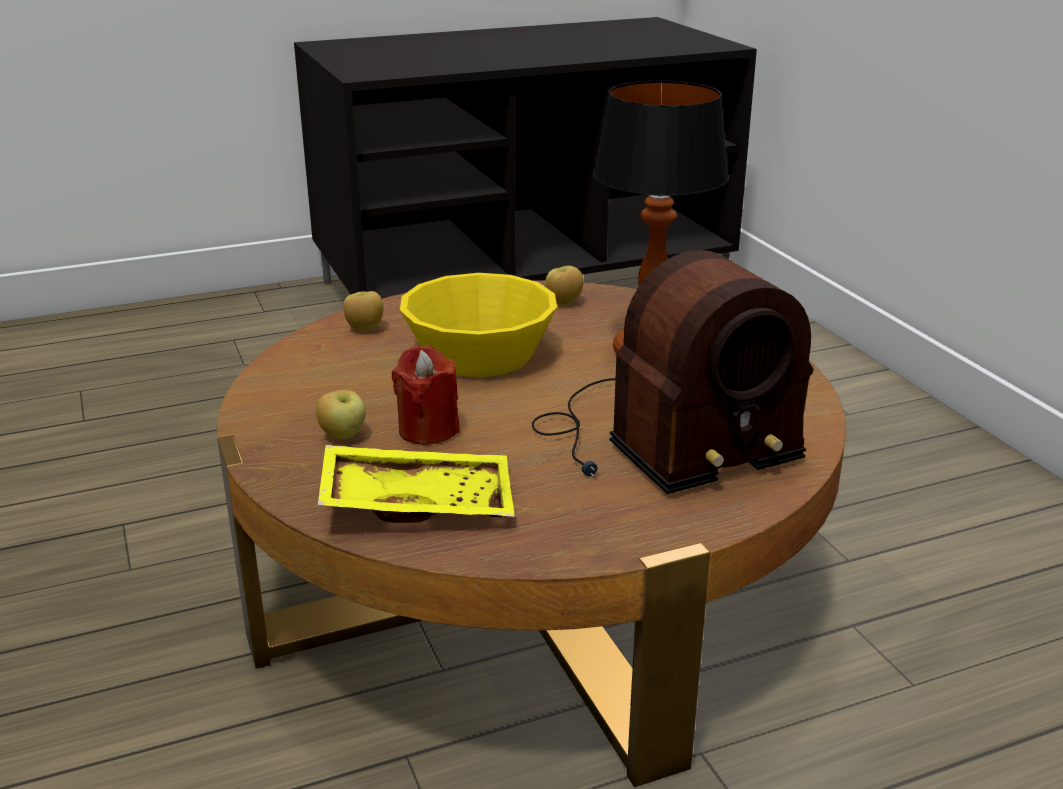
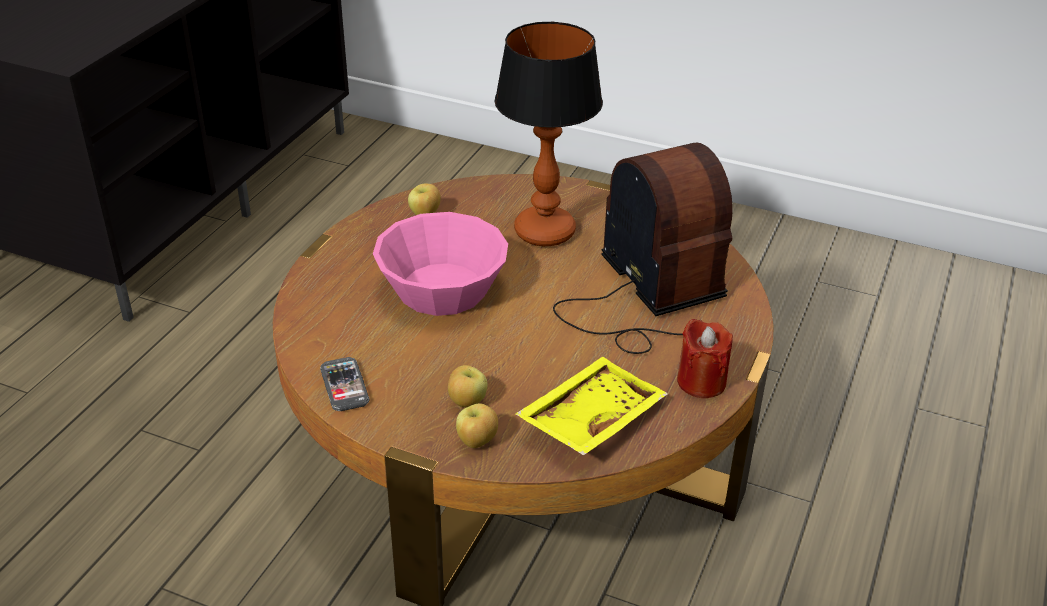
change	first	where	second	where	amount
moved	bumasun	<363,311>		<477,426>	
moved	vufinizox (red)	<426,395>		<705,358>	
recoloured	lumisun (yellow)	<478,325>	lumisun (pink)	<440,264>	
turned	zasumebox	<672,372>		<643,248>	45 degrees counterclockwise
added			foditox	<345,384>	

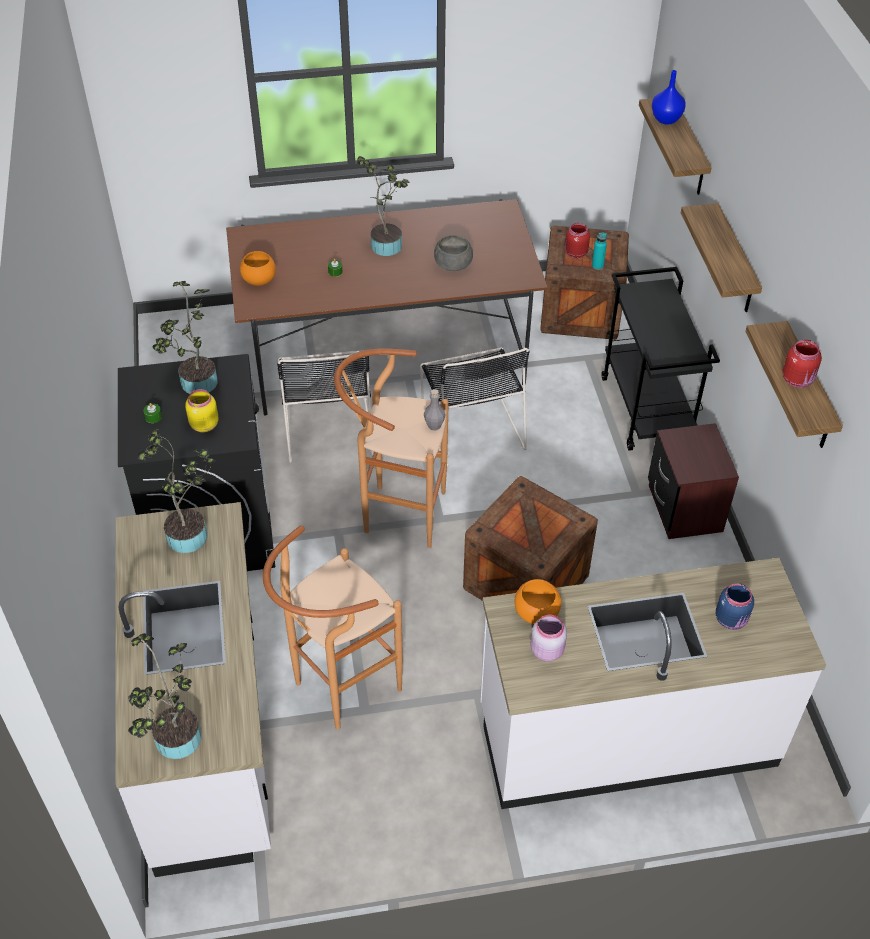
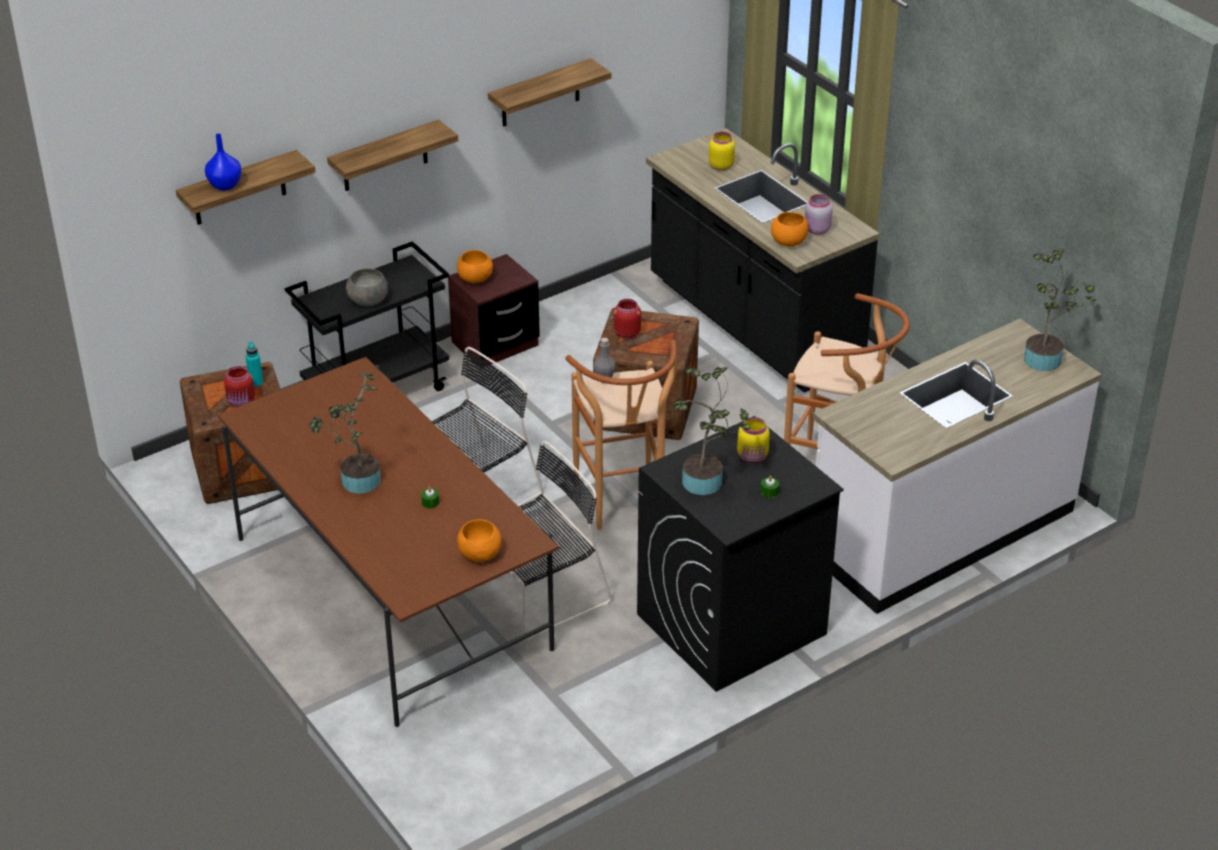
change	first	where	second	where	amount
removed	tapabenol	<176,491>			
moved	lumisun (grey)	<453,253>		<367,287>	
recoloured	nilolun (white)	<653,683>	nilolun (black)	<763,260>	
recoloured	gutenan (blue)	<735,606>	gutenan (yellow)	<722,151>	
moved	gutenan (red)	<802,364>		<627,319>	
added			lumisun (orange)	<475,266>	

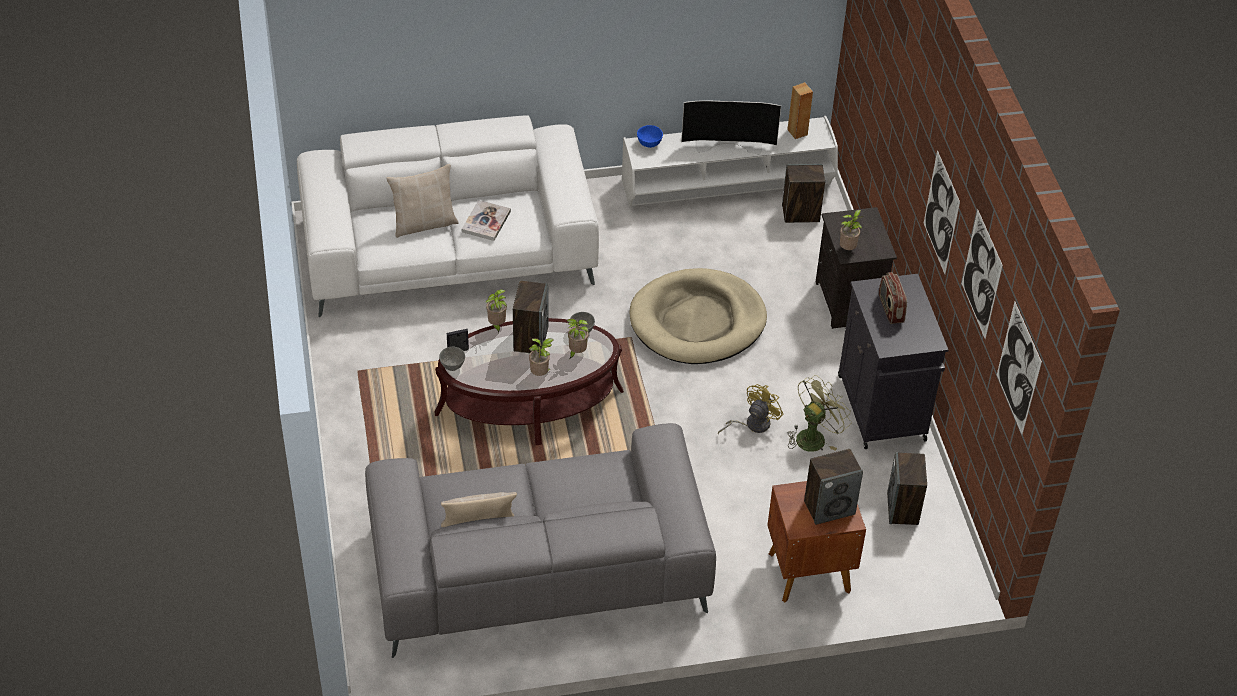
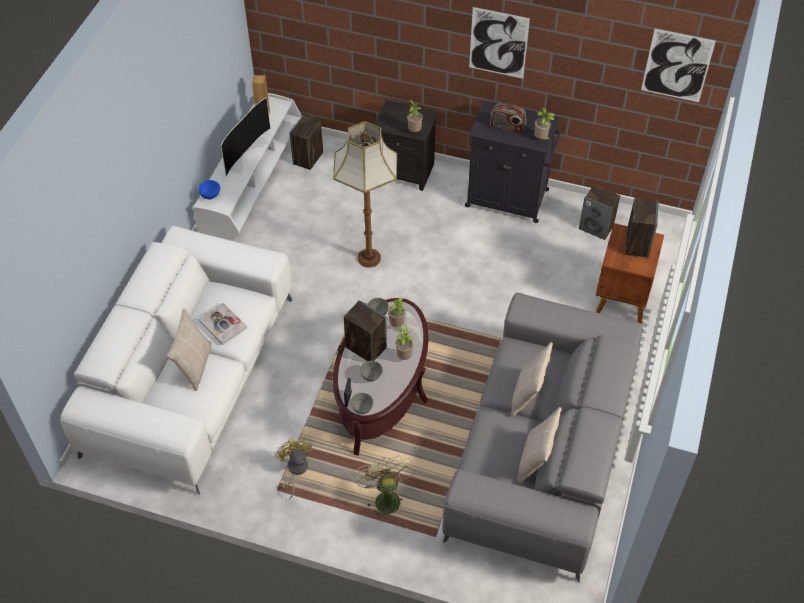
change	first	where	second	where	amount
moved	tapabenol	<496,311>		<544,124>	
replaced	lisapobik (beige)	<698,316>	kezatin	<365,194>	
moved	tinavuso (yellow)	<750,409>		<294,468>	
moved	tinavuso (green)	<819,413>		<385,487>	
removed	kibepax	<982,274>			
added			lumisun (grey)	<371,371>	
added			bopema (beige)	<532,379>	

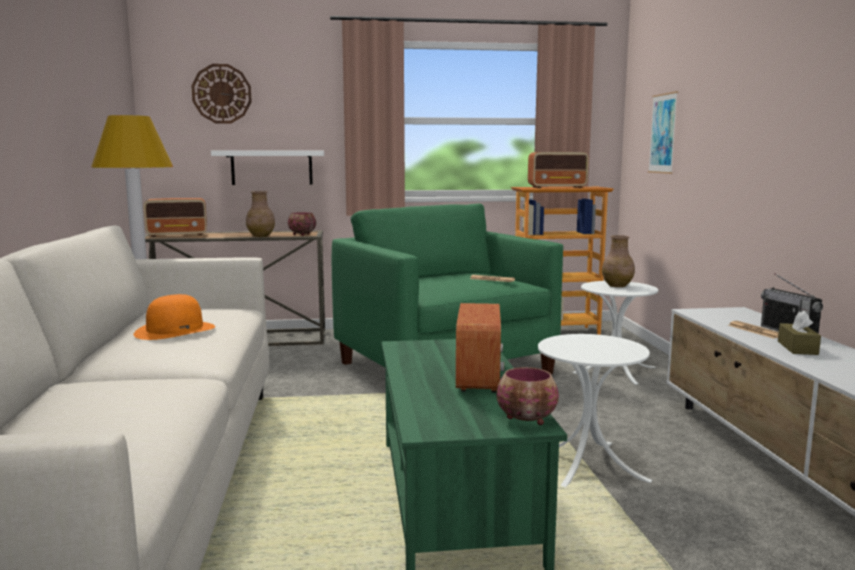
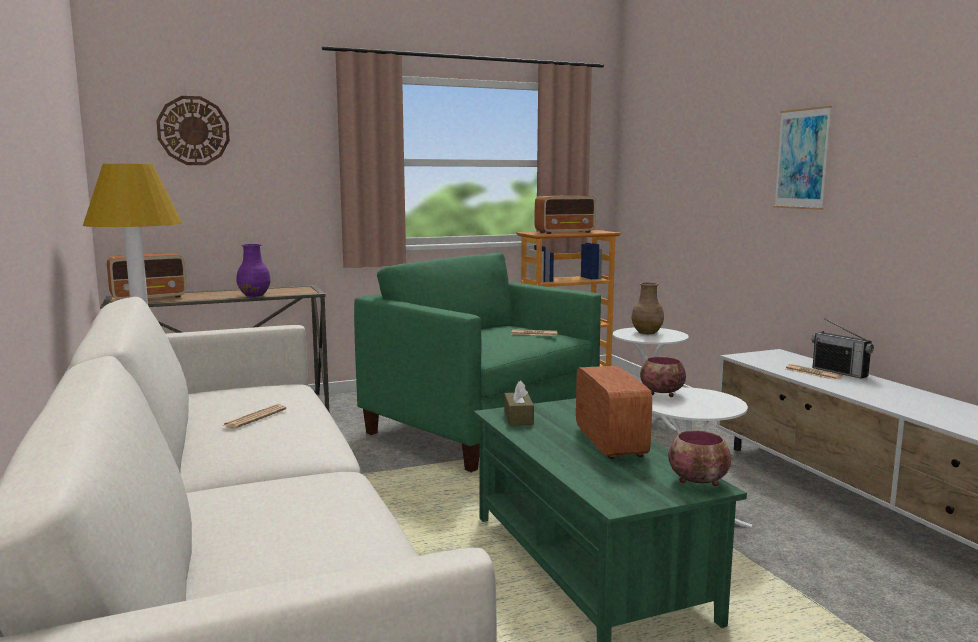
change	first	where	second	where	amount
replaced	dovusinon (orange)	<174,317>	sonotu	<254,416>	
removed	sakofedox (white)	<267,167>			
recoloured	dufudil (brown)	<260,214>	dufudil (purple)	<253,270>	
moved	lumisun	<302,224>		<663,376>	
moved	kibepax	<663,132>		<803,158>	
moved	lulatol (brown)	<799,333>		<519,403>	

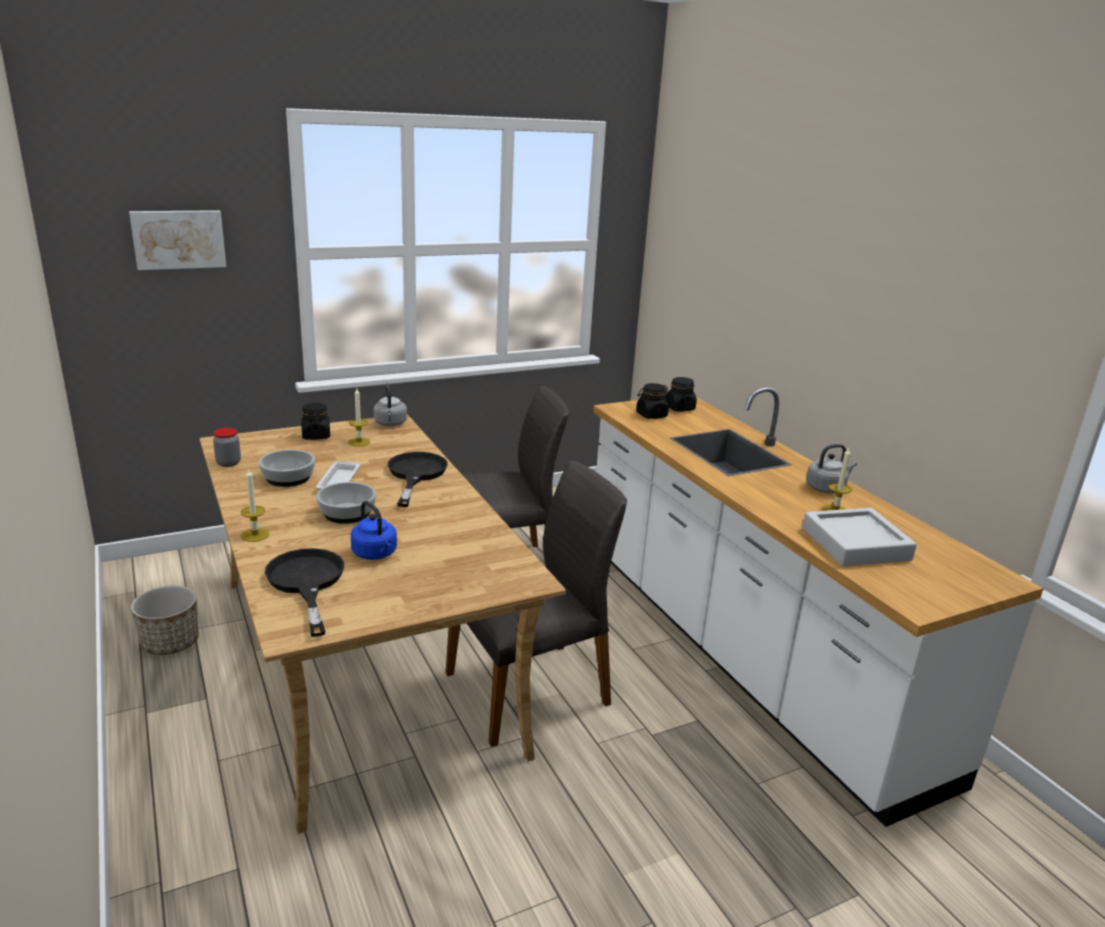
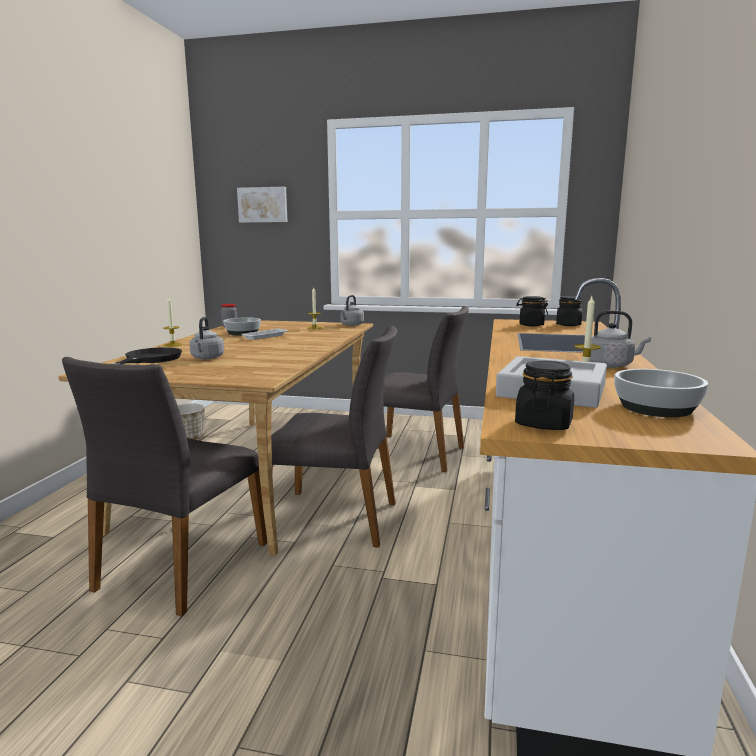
change	first	where	second	where	amount
moved	gutenan (black)	<315,421>		<544,395>	
moved	lumisun	<346,503>		<661,393>	
recoloured	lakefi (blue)	<374,530>	lakefi (grey)	<206,338>	
removed	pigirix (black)	<418,479>			
added			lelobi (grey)	<164,486>	

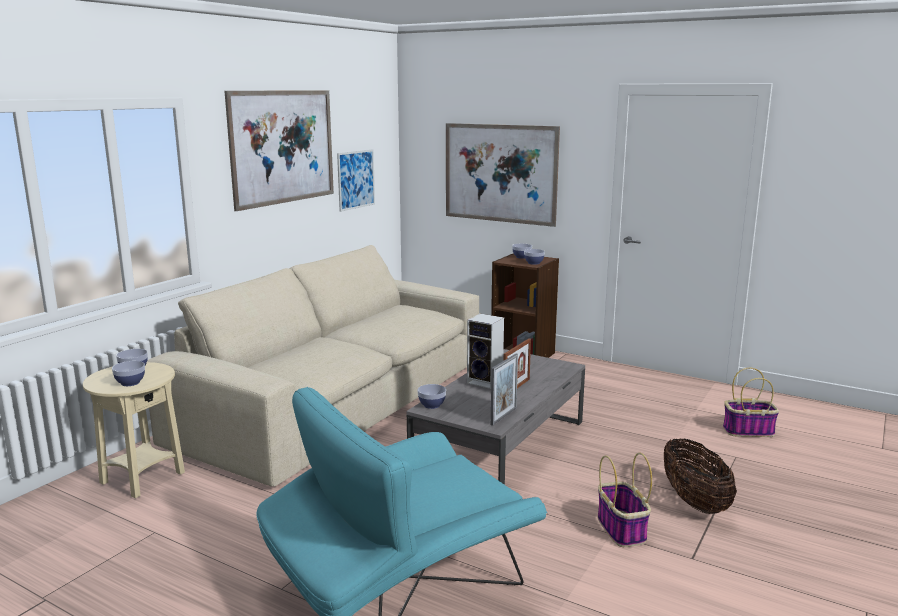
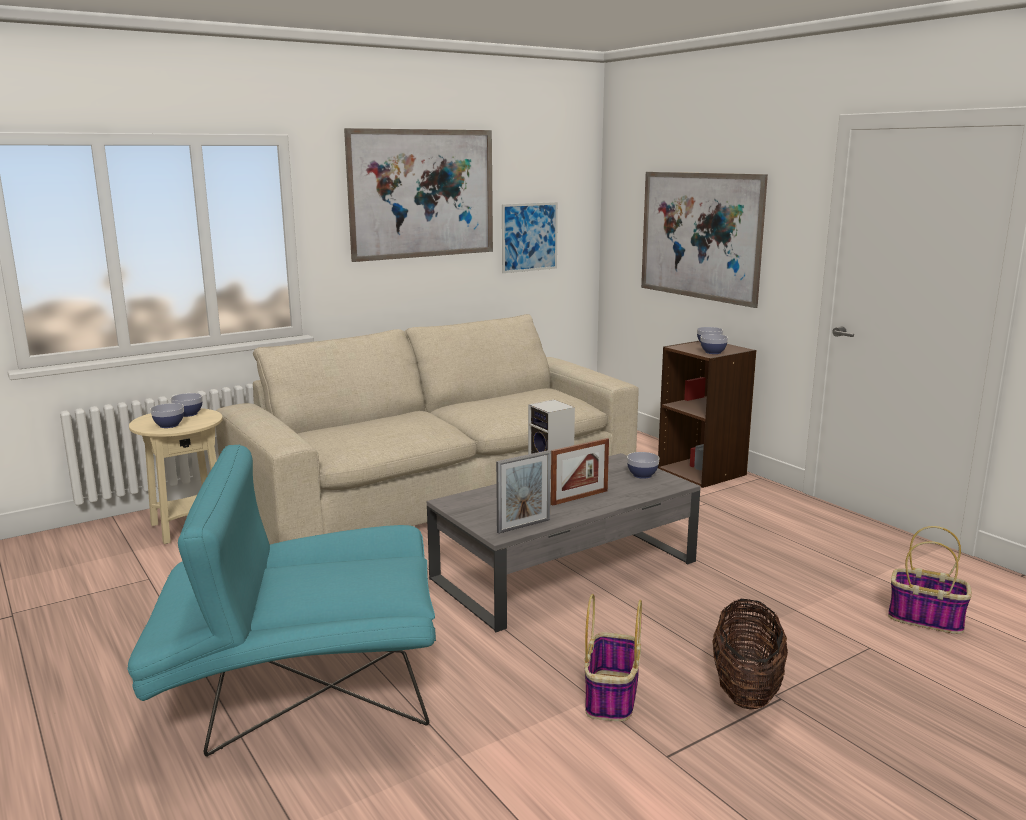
change	first	where	second	where	amount
moved	lumisun	<432,396>		<643,465>	

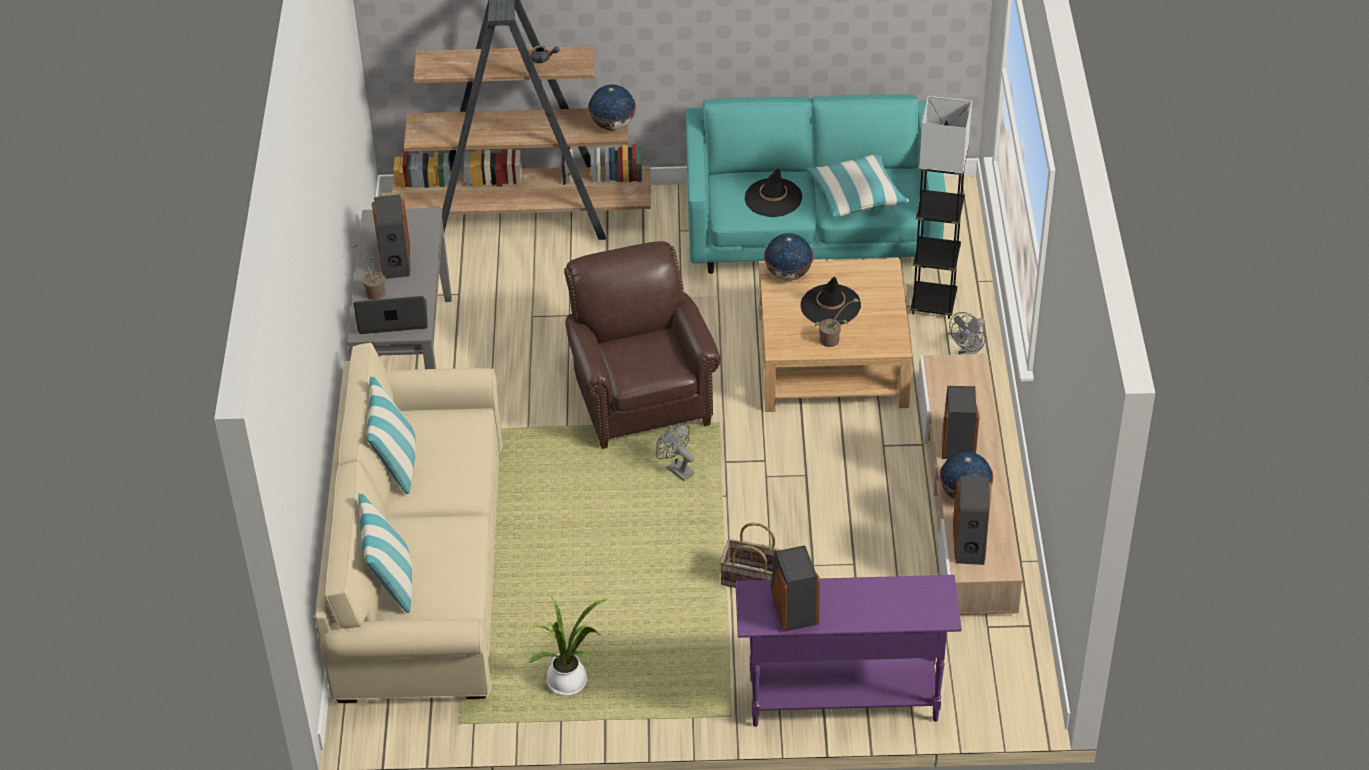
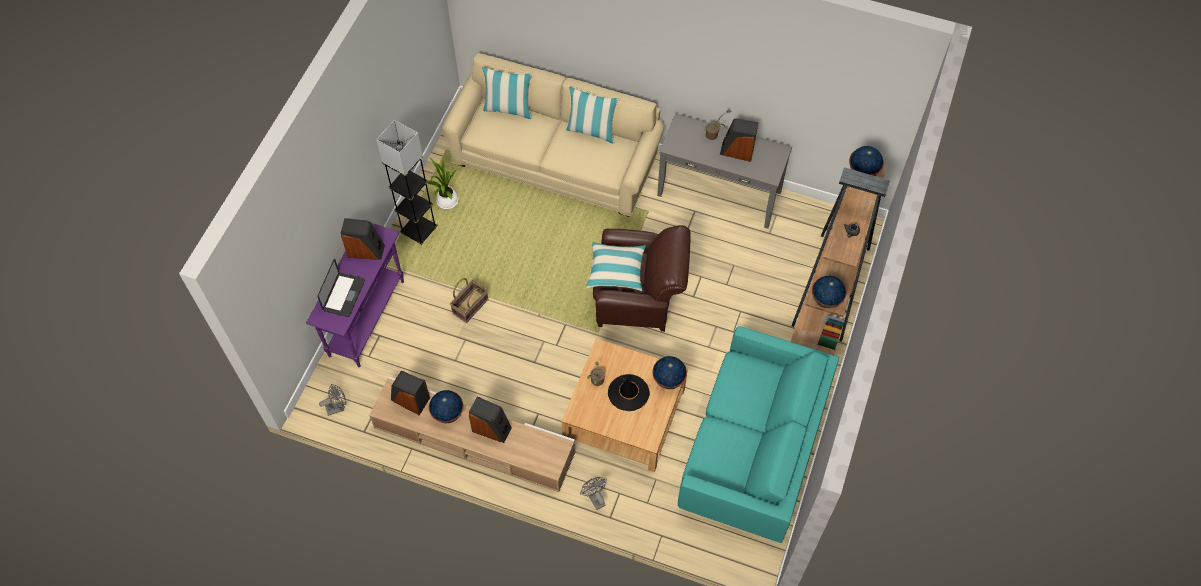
change	first	where	second	where	amount
moved	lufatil	<390,315>		<341,288>	
moved	tinavuso (grey)	<675,452>		<332,400>	
removed	dovusinon (black)	<773,192>			
moved	bopema	<857,186>		<616,266>	
moved	kezatin (grey)	<941,207>		<406,182>	
added			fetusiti	<866,161>	

